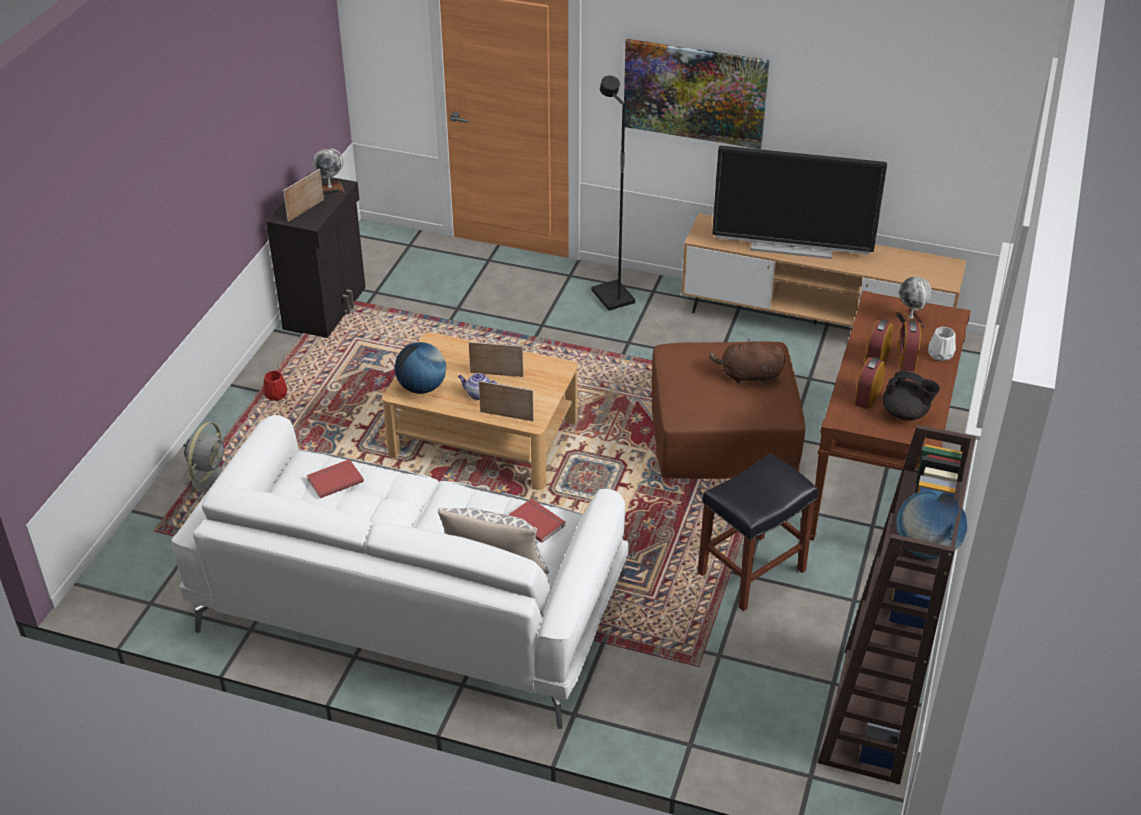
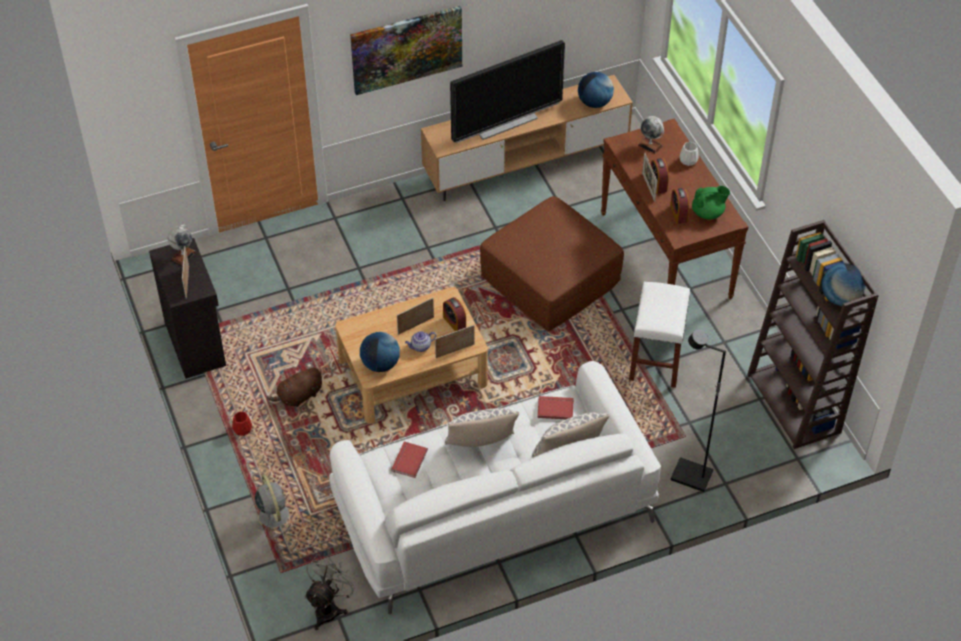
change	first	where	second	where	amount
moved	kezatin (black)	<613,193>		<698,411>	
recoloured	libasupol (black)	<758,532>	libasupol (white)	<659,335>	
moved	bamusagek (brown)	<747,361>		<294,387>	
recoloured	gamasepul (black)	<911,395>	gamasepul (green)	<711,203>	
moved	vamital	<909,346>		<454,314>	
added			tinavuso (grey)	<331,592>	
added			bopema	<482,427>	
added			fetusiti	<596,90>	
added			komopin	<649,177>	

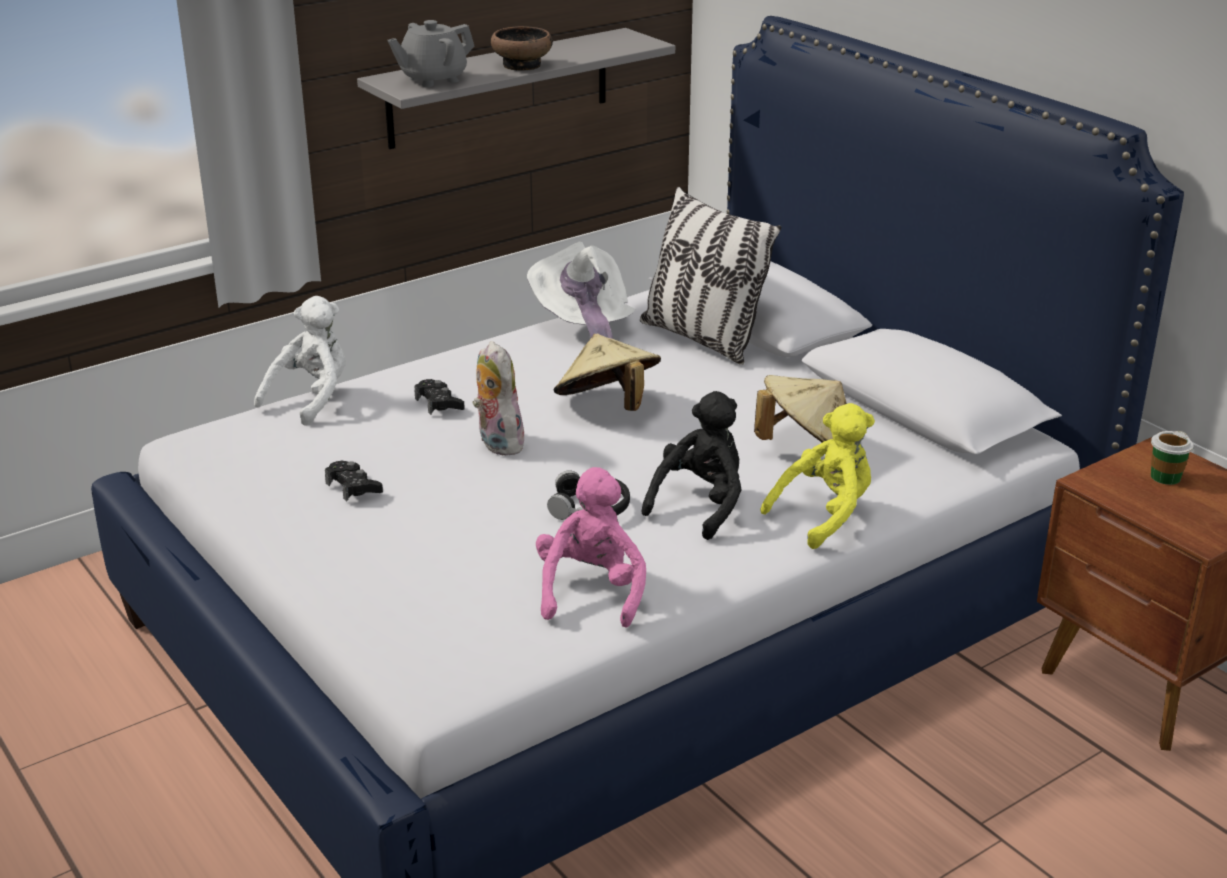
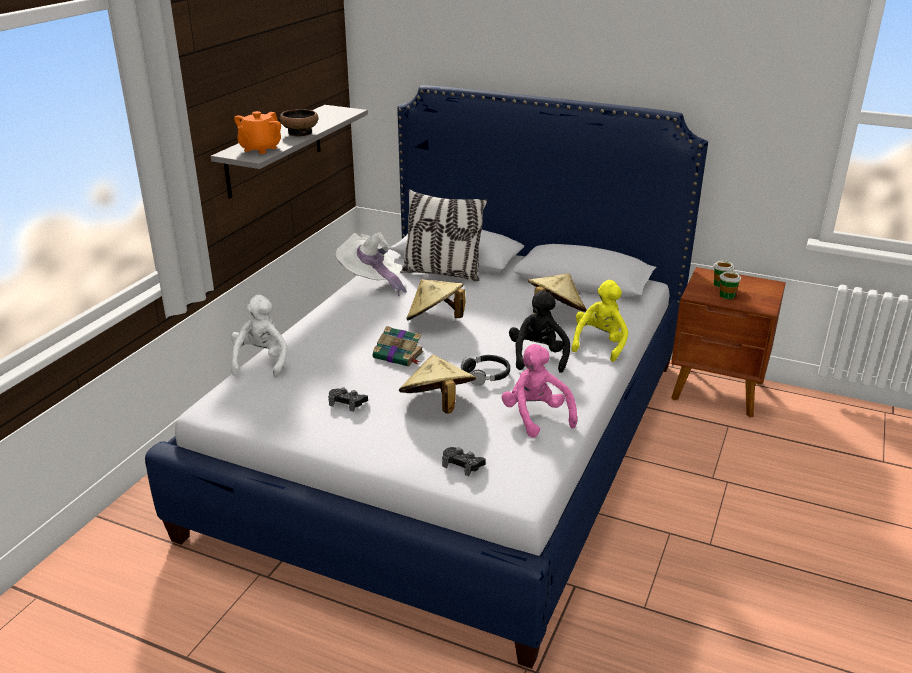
change	first	where	second	where	amount
recoloured	gamasepul (grey)	<431,53>	gamasepul (orange)	<257,132>	
moved	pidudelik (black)	<439,397>		<464,461>	
replaced	bamusagek	<499,398>	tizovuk	<398,346>	
added			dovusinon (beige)	<437,384>	
added			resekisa	<730,285>	

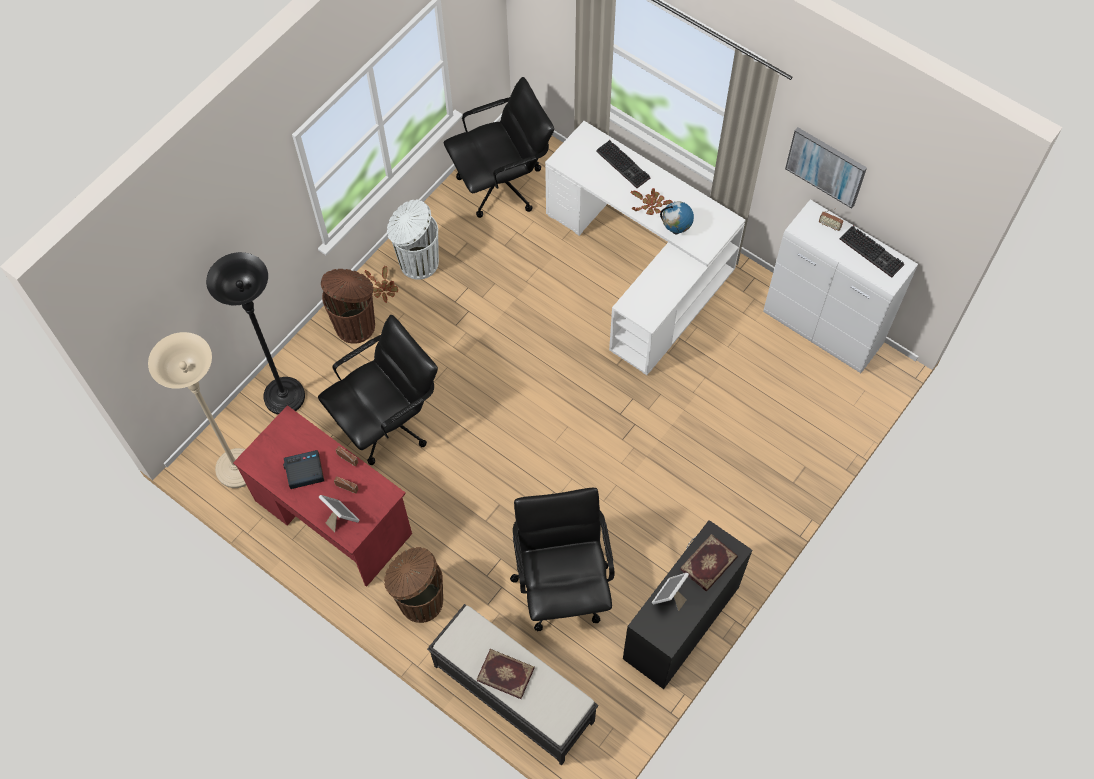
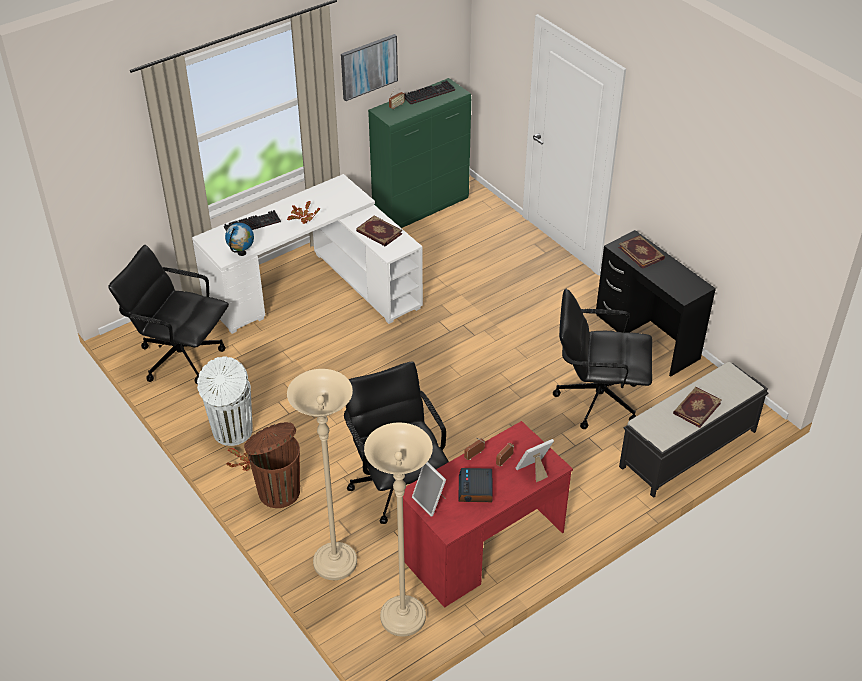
change	first	where	second	where	amount
recoloured	kezatin (black)	<255,333>	kezatin (beige)	<322,474>	
removed	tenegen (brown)	<413,585>			
turned	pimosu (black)	<499,147>		<168,314>	60 degrees counterclockwise
moved	komopin	<670,592>		<429,489>	
moved	fetusiti	<677,217>		<239,239>	
recoloured	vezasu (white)	<840,286>	vezasu (green)	<419,153>	
added			tizovuk	<379,231>	

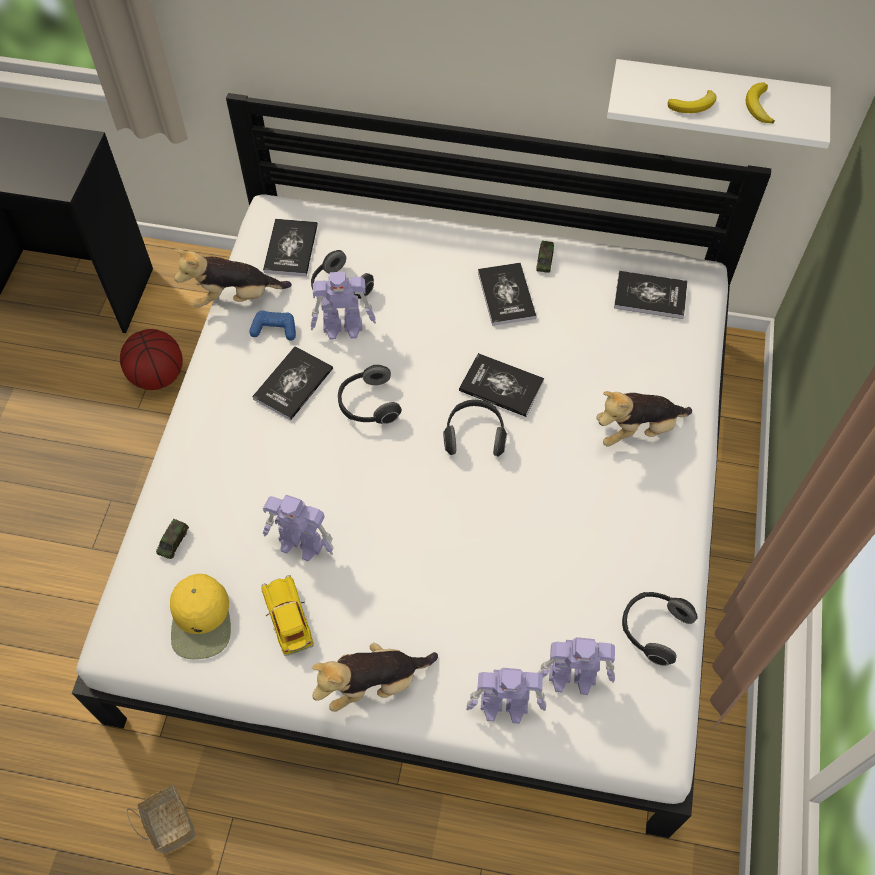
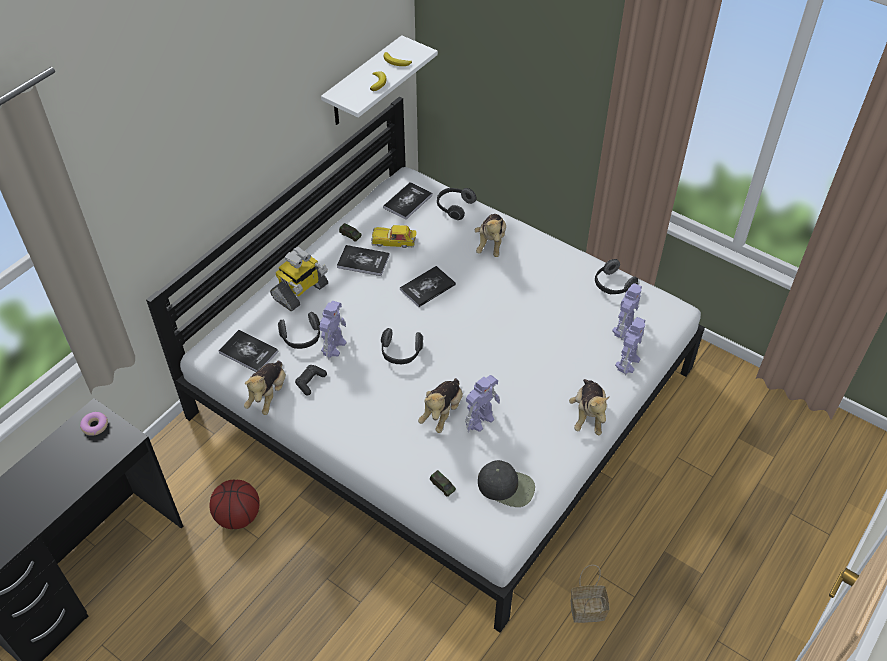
change	first	where	second	where	amount
recoloured	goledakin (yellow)	<200,616>	goledakin (black)	<506,483>	
recoloured	pidudelik (blue)	<272,325>	pidudelik (black)	<311,380>	
removed	tizovuk	<292,383>			
moved	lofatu	<287,615>		<394,236>	
moved	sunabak	<475,428>		<456,204>	
added			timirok	<94,424>	
added			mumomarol	<299,279>	
added			bamusagek	<440,405>	

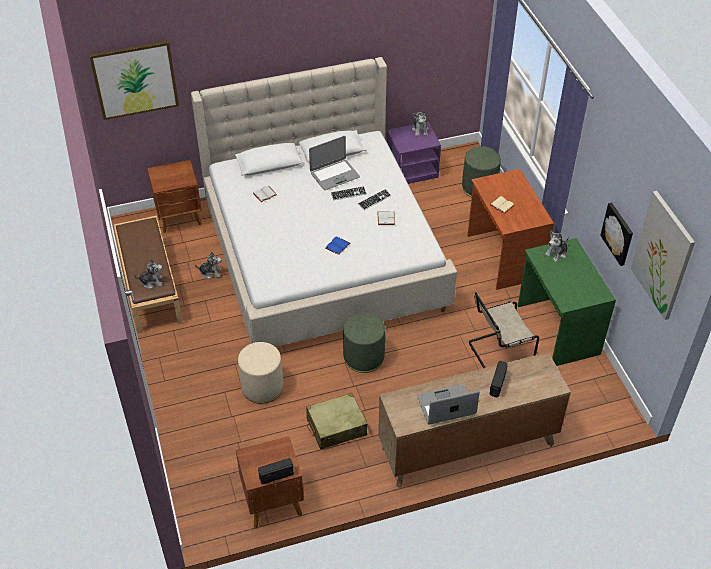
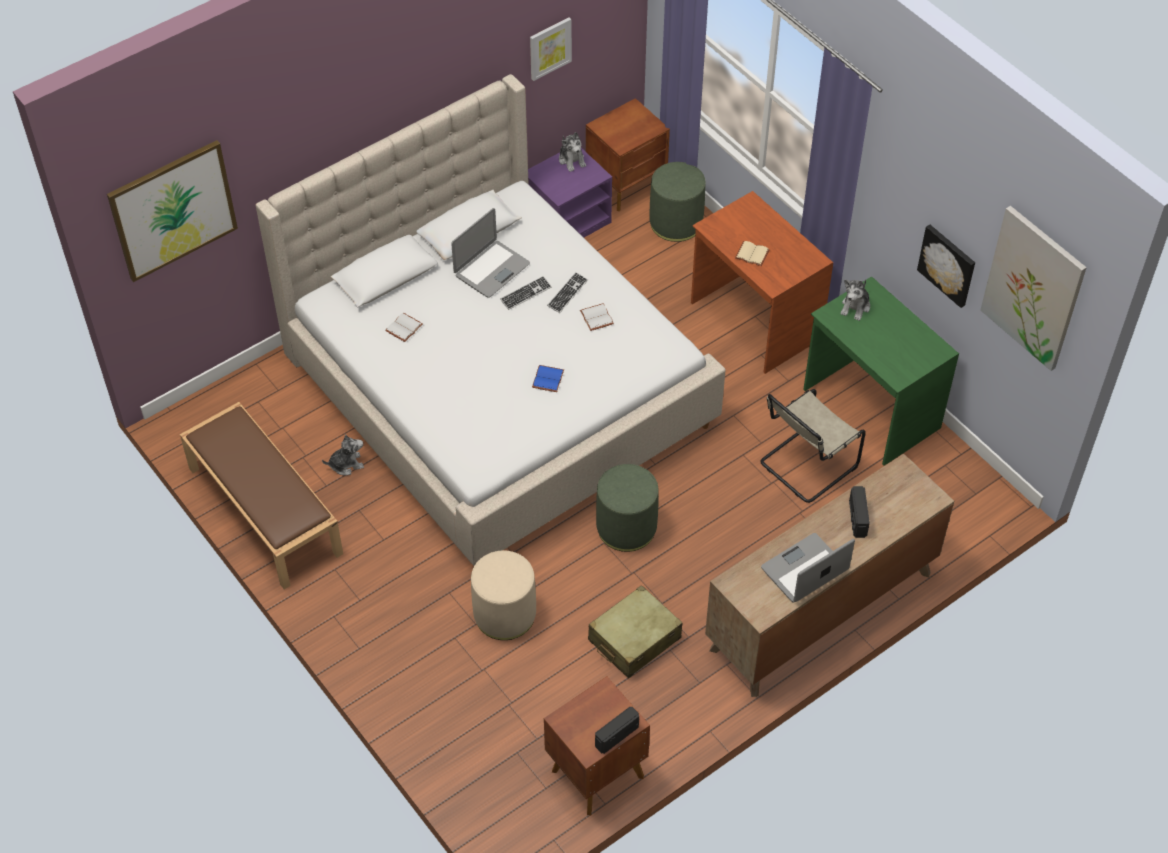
change	first	where	second	where	amount
removed	bamusagek	<148,274>			
moved	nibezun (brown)	<174,196>		<628,154>	
added			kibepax	<551,49>	

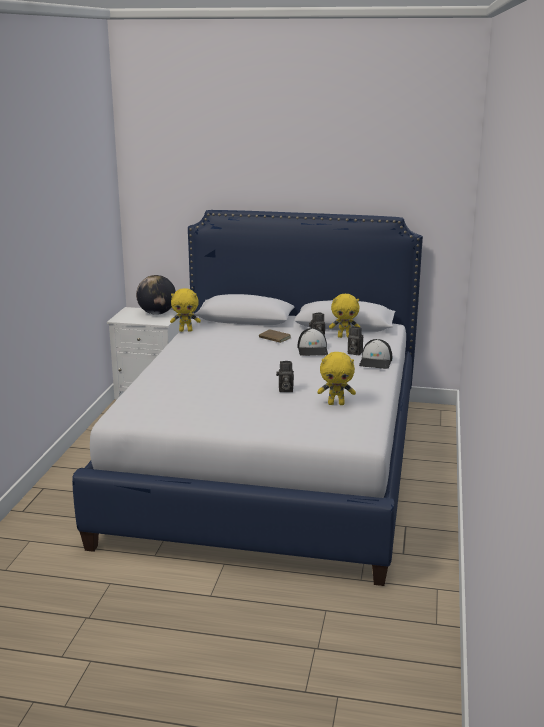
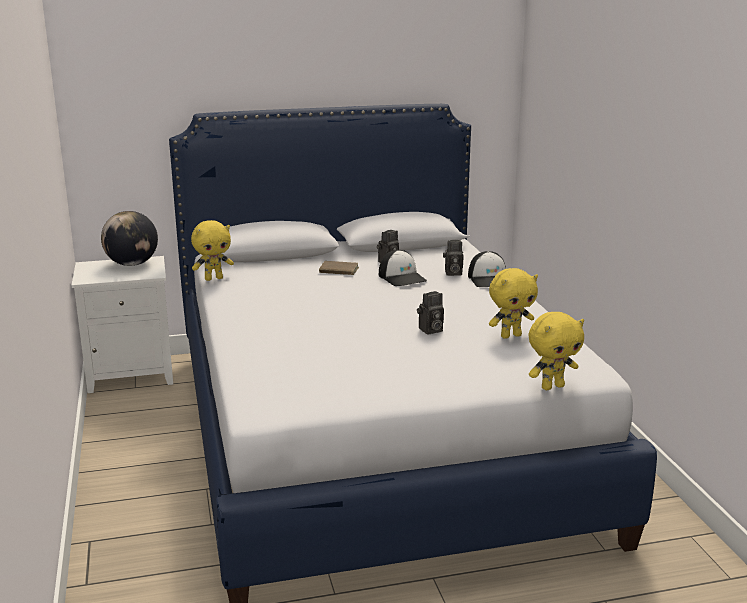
change	first	where	second	where	amount
moved	bamusagek (yellow)	<344,315>		<556,351>	

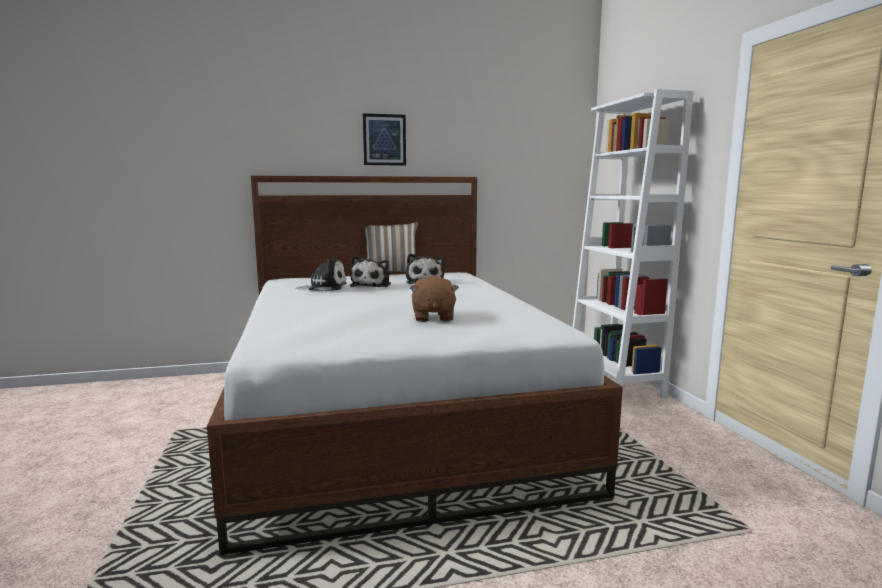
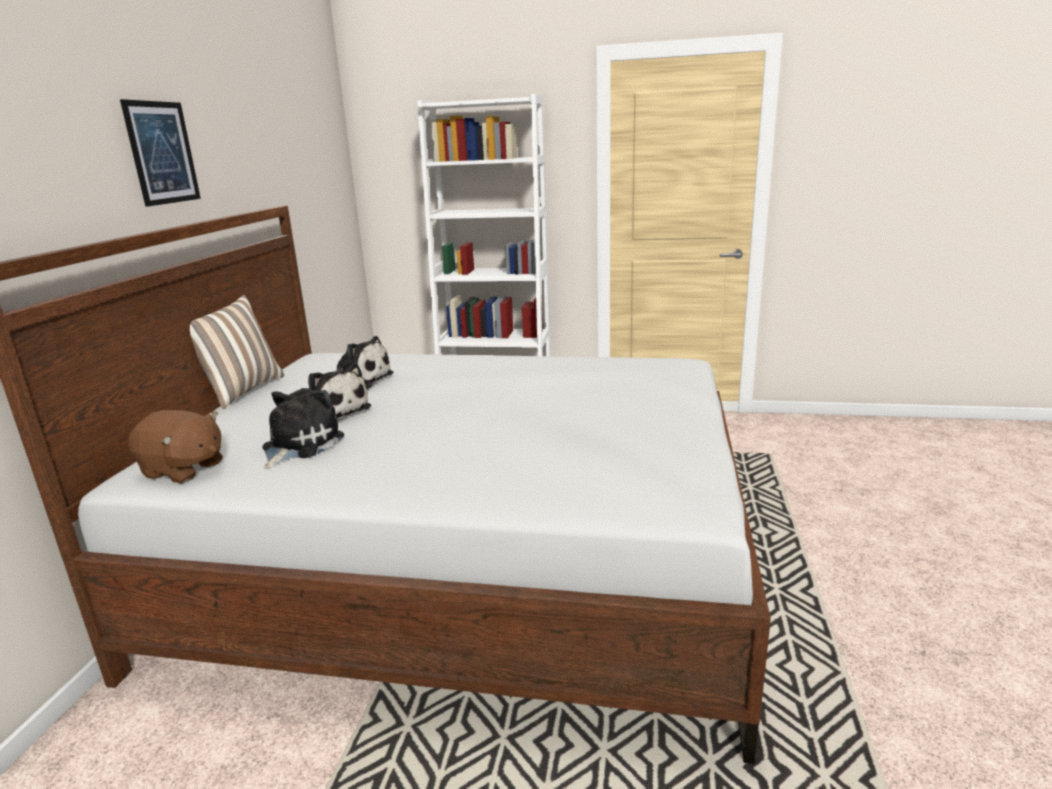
change	first	where	second	where	amount
moved	bamusagek (brown)	<434,299>		<175,446>	

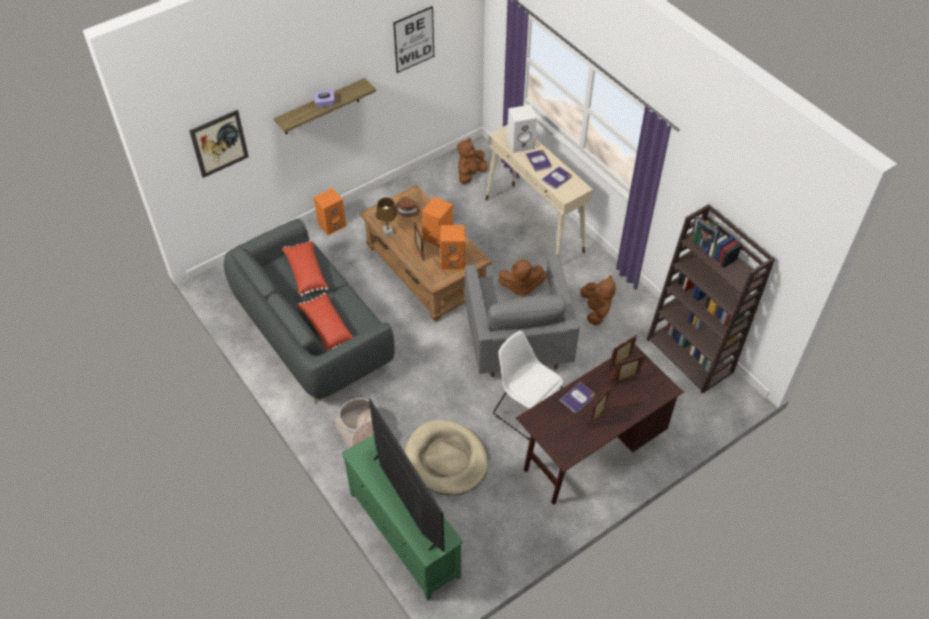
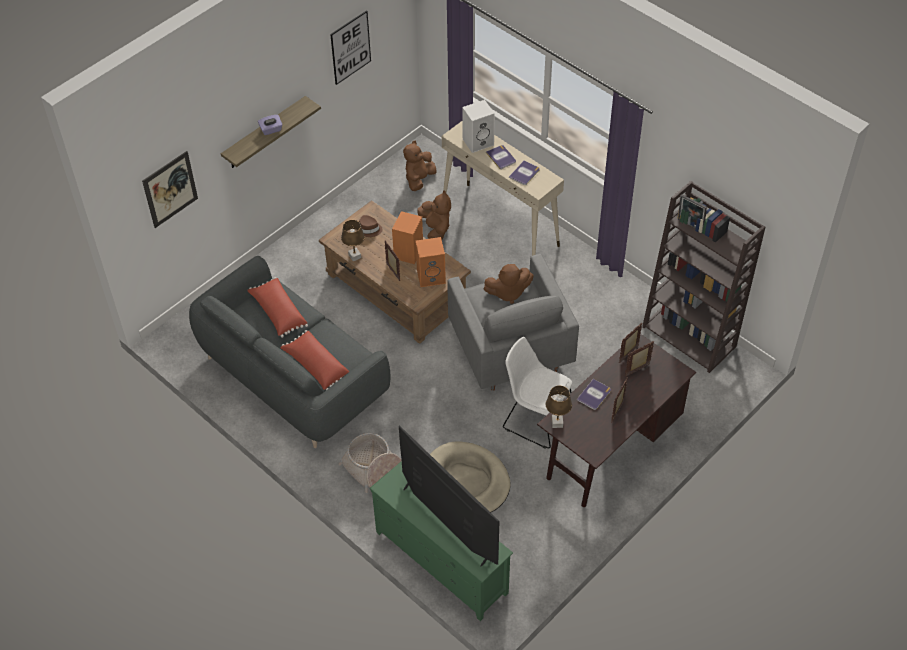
change	first	where	second	where	amount
removed	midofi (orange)	<330,211>			
moved	bamusagek (brown)	<598,300>		<434,215>	
added			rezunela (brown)	<559,406>	

